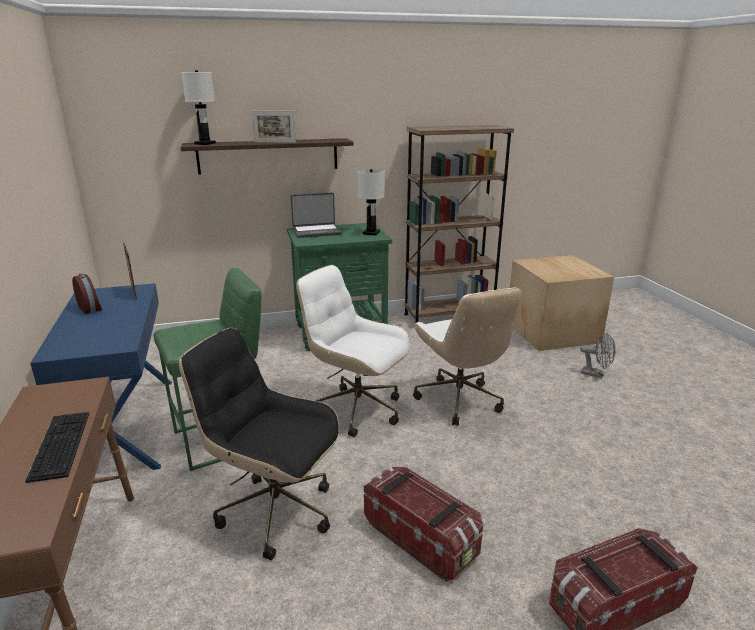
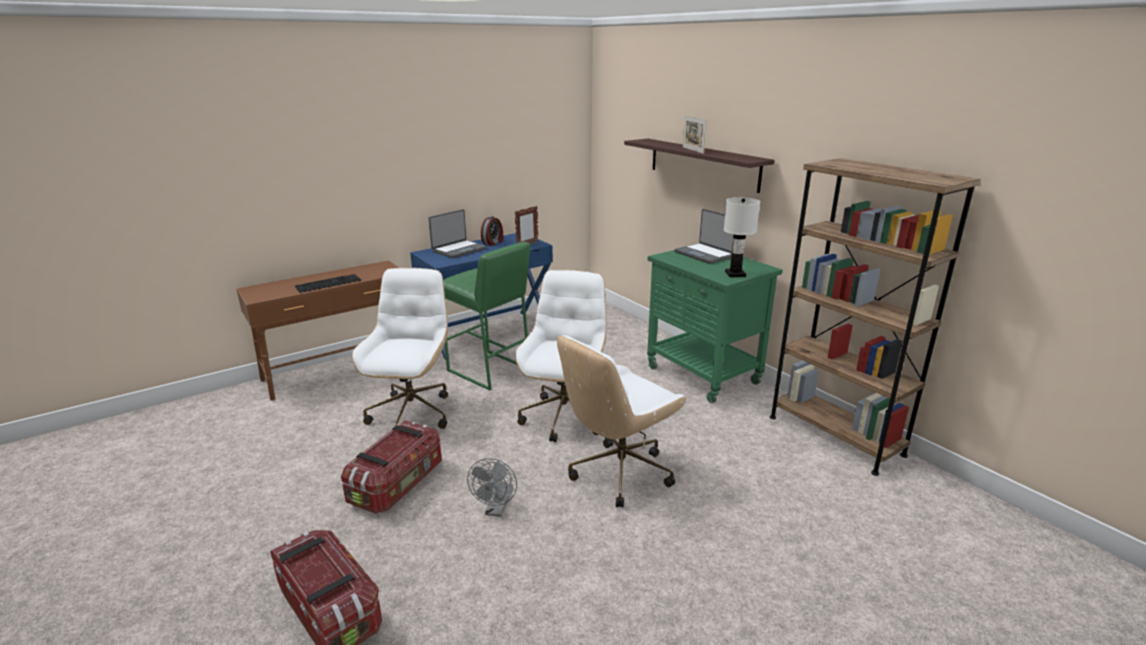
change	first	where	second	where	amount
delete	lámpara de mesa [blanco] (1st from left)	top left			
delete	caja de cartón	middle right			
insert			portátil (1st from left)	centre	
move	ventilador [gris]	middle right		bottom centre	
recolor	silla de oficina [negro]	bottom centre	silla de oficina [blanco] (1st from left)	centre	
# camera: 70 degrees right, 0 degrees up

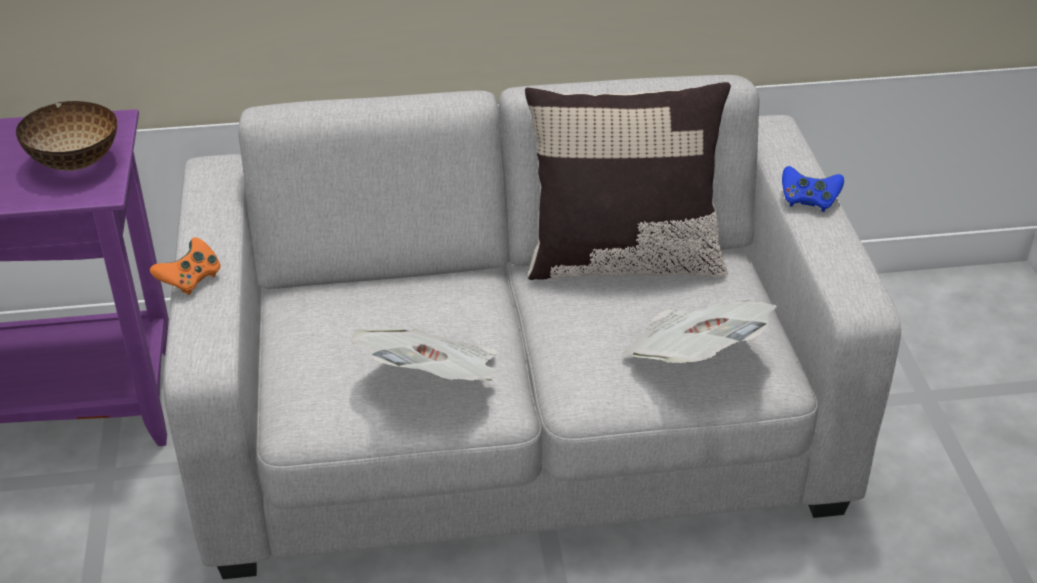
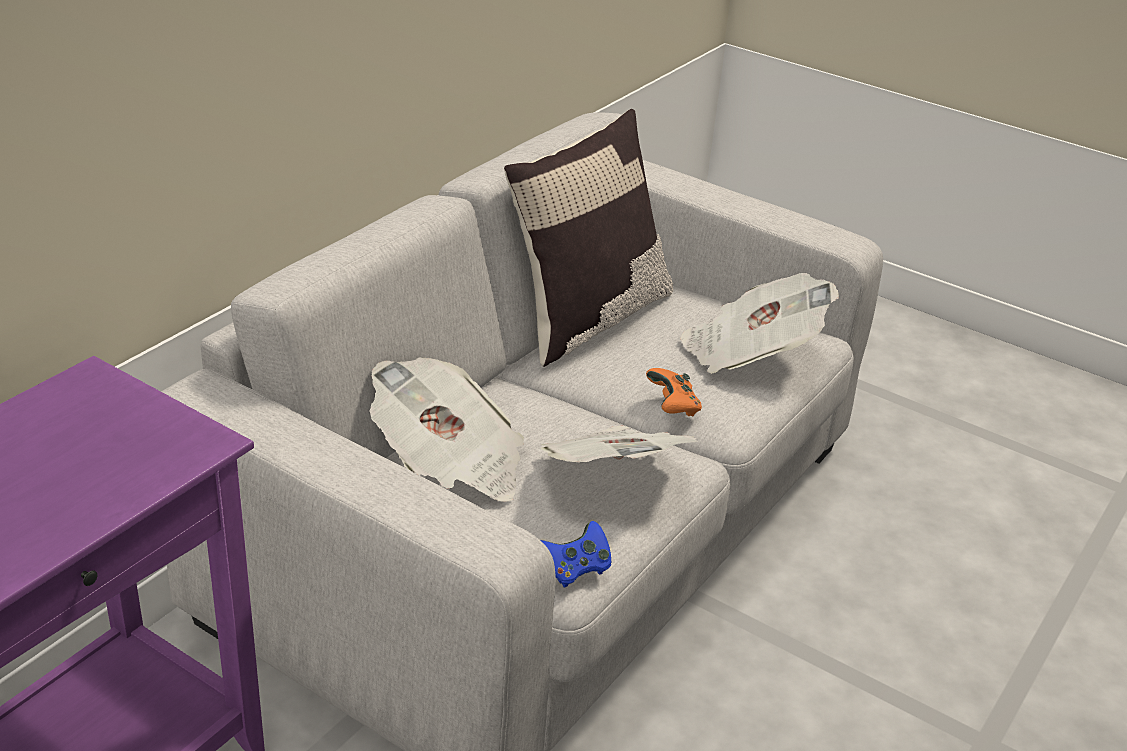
change	first	where	second	where	amount
delete	cuenco	top left			
insert			periódico (1st from left)	centre	
move	mando de consola [naranja]	middle left		centre	
move	mando de consola [azul]	top right		bottom centre	
# camera: 50 degrees left, 5 degrees down

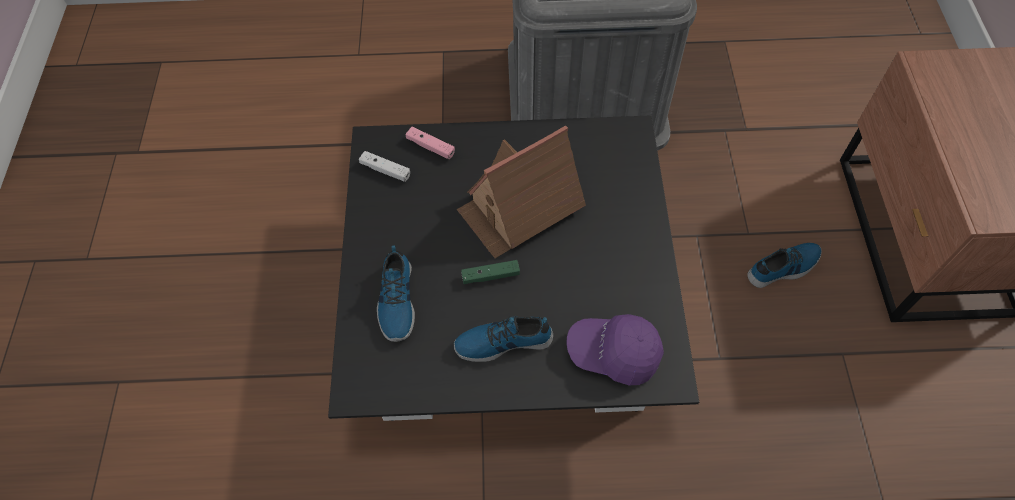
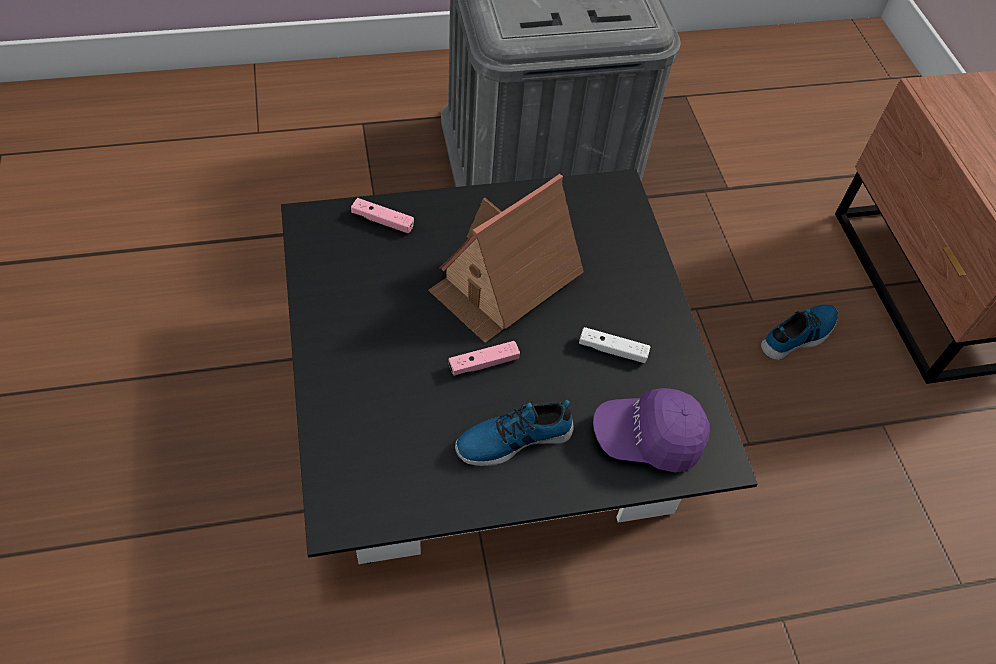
change	first	where	second	where	amount
delete	zapato (1st from left)	centre			
move	mando de consola [blanco]	top centre		centre	
recolor	mando de consola [verde]	centre	mando de consola [rosa] (2nd from left)	centre	
# camera: 15 degrees left, 5 degrees down

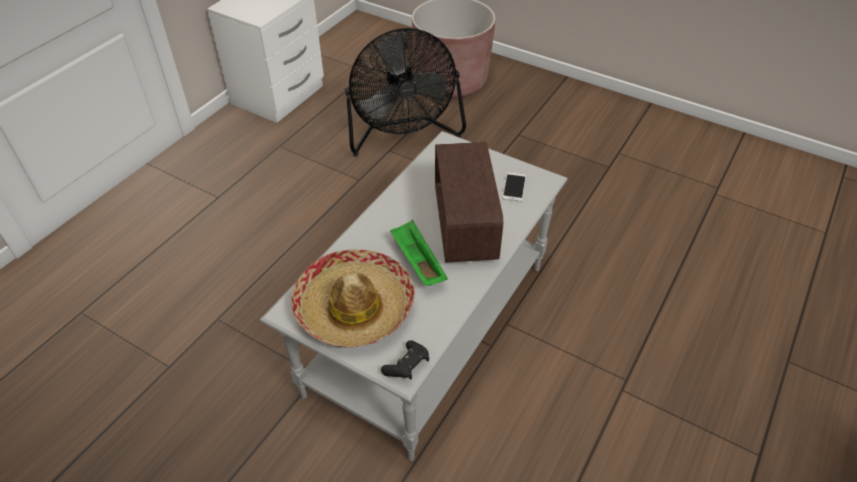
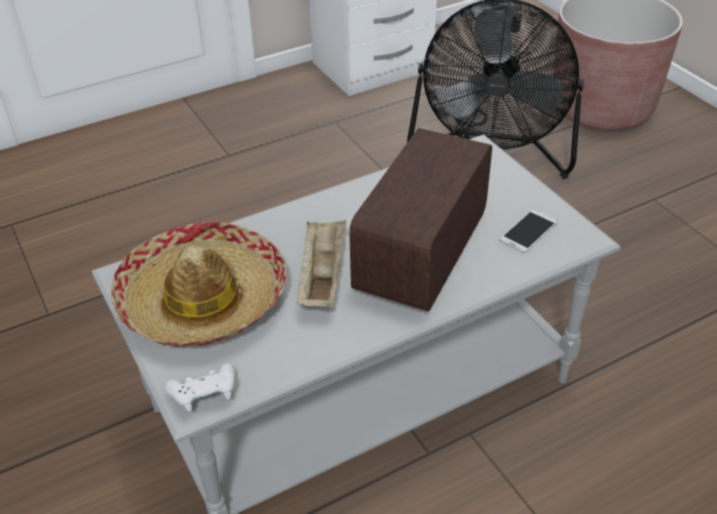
change	first	where	second	where	amount
recolor	mando de consola [negro]	bottom centre	mando de consola [blanco]	bottom left	
recolor	bandeja [verde]	centre	bandeja [beis]	centre	
# camera: 30 degrees right, 5 degrees down

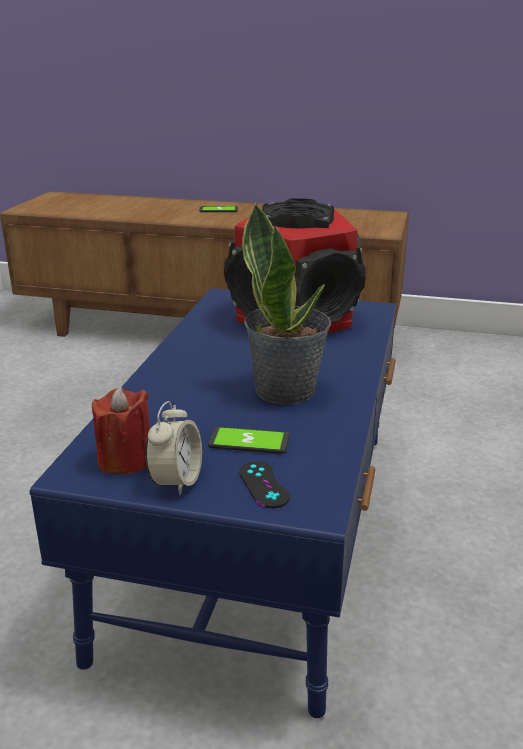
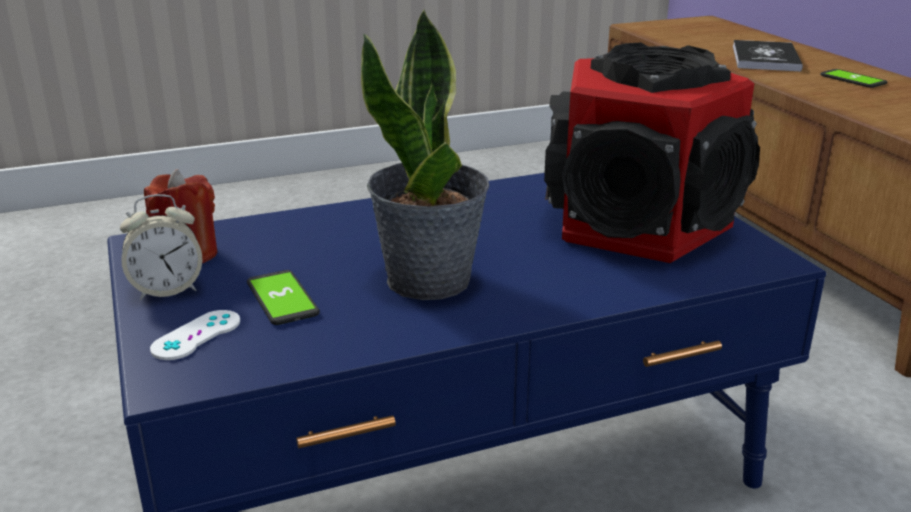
change	first	where	second	where	amount
insert			libro	top right	
recolor	mando de consola [negro]	centre	mando de consola [blanco]	middle left	
# camera: 55 degrees right, 0 degrees up

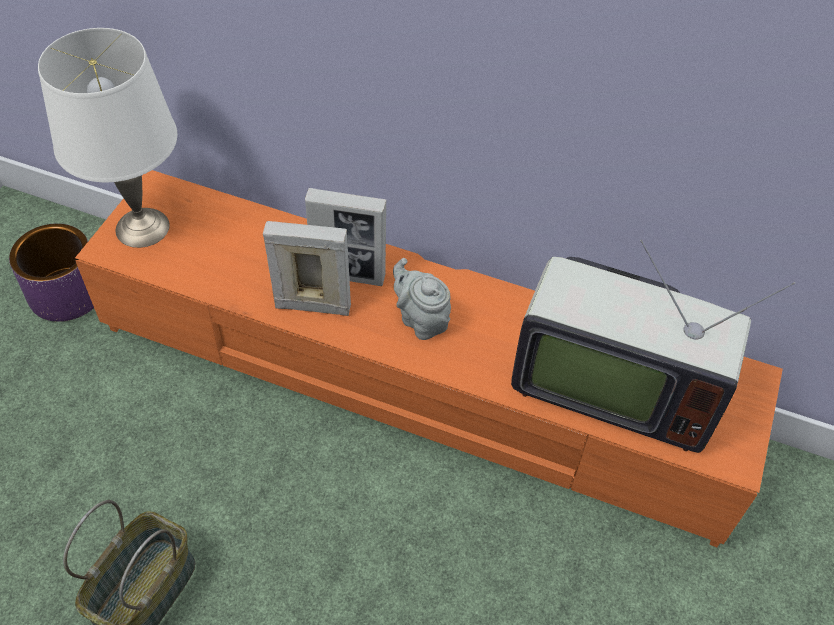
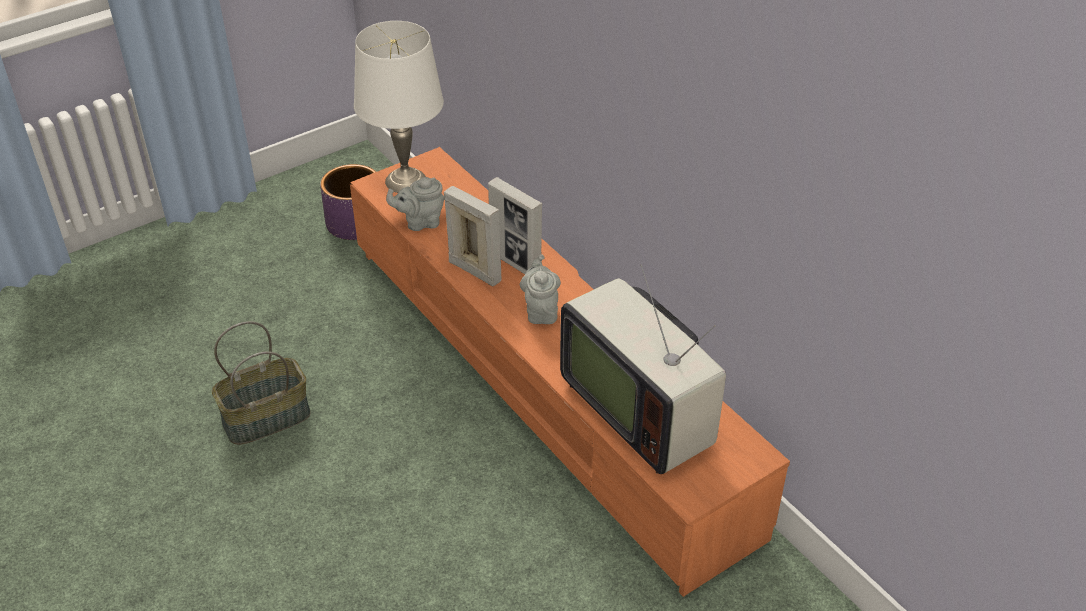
change	first	where	second	where	amount
insert			tetera [gris] (1st from left)	centre	
# camera: 35 degrees right, 10 degrees down

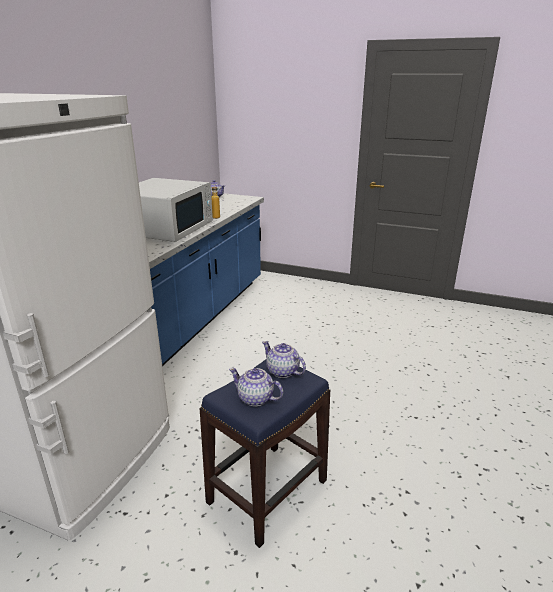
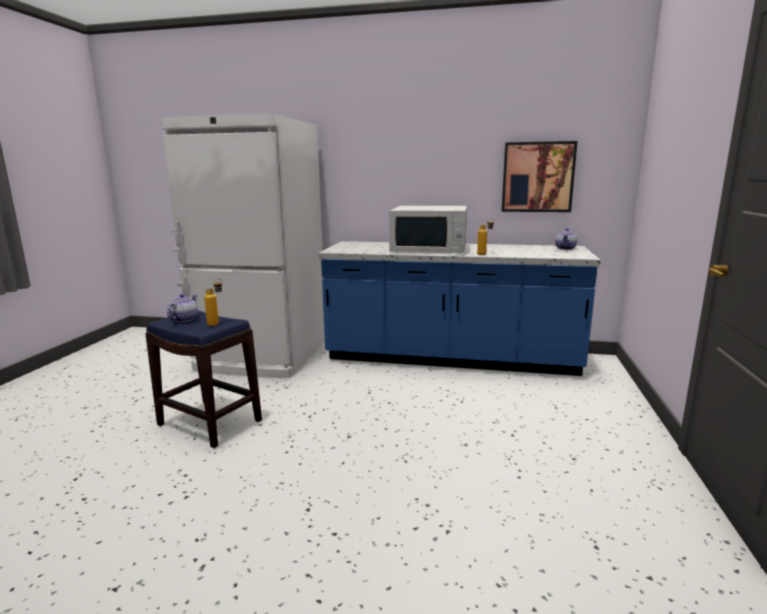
change	first	where	second	where	amount
insert			cuadro	top right	
replace	tetera (3rd from left)	centre	botella (1st from left)	middle left	
# camera: 80 degrees right, 10 degrees down

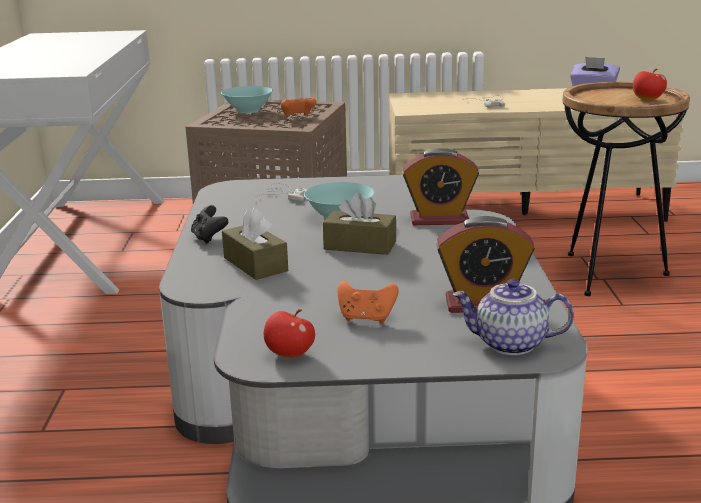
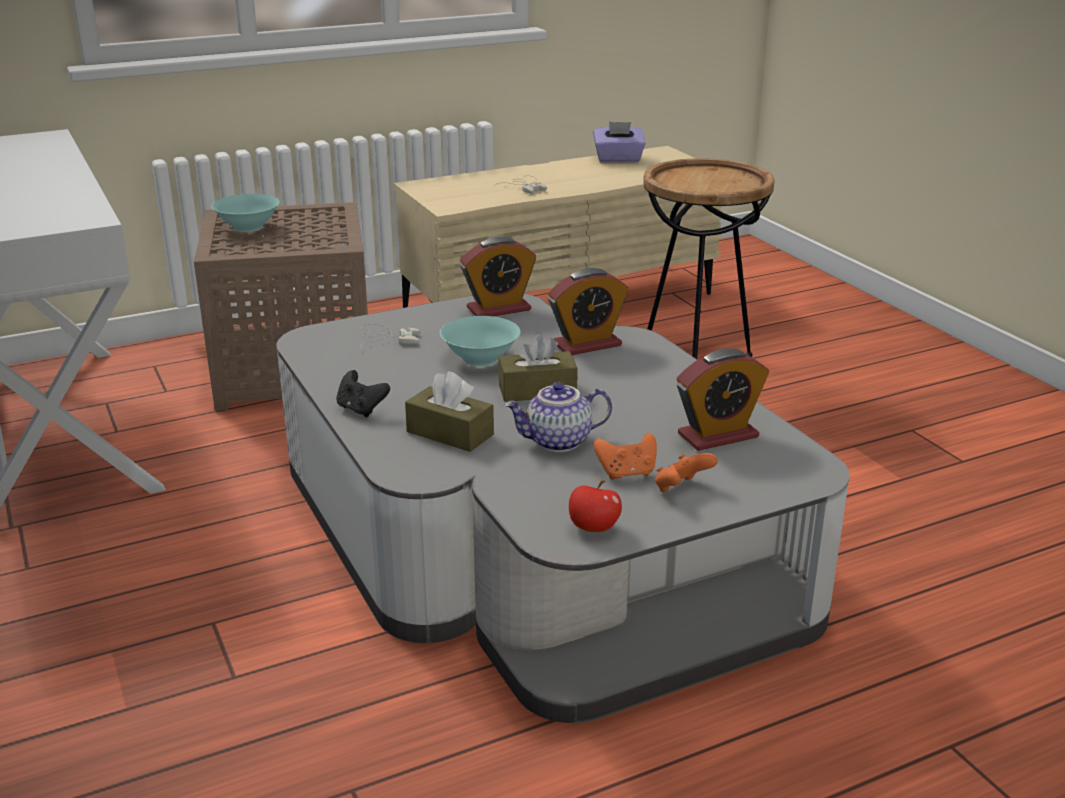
change	first	where	second	where	amount
delete	manzana (2nd from left)	top right			
insert			despertador (1st from left)	centre	
move	mando de consola [naranja] (1st from left in the first image)	top centre	mando de consola [naranja] (2nd from left)	centre	
move	tetera	middle right		centre	
# camera: 25 degrees left, 5 degrees up

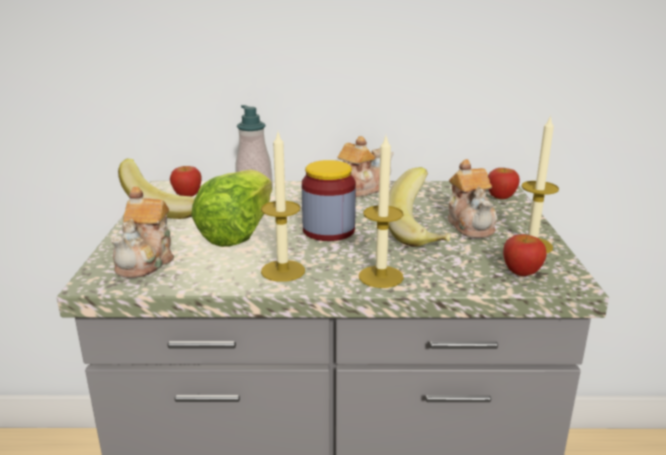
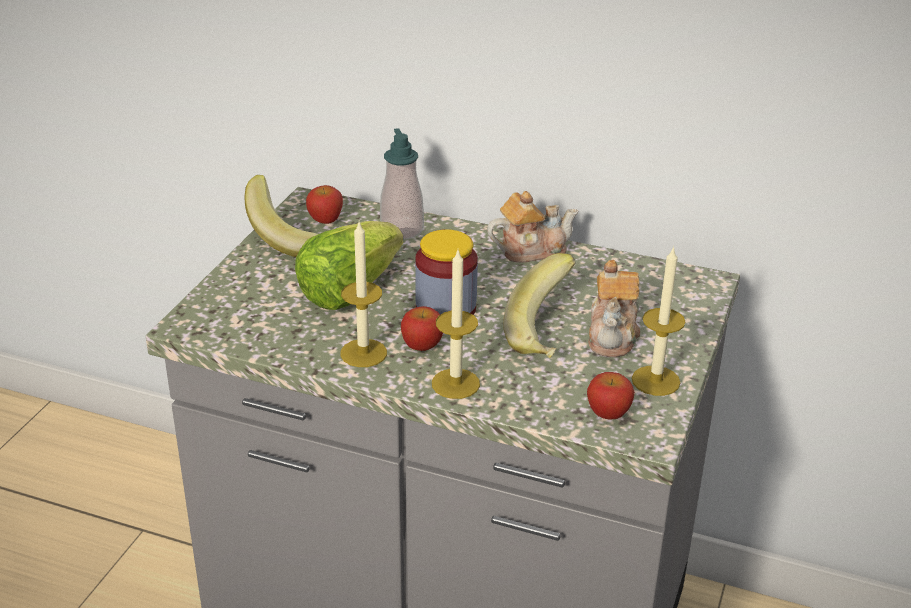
change	first	where	second	where	amount
delete	tetera (1st from left)	middle left			
move	manzana (2nd from left)	middle right		centre	
# camera: 20 degrees right, 10 degrees up

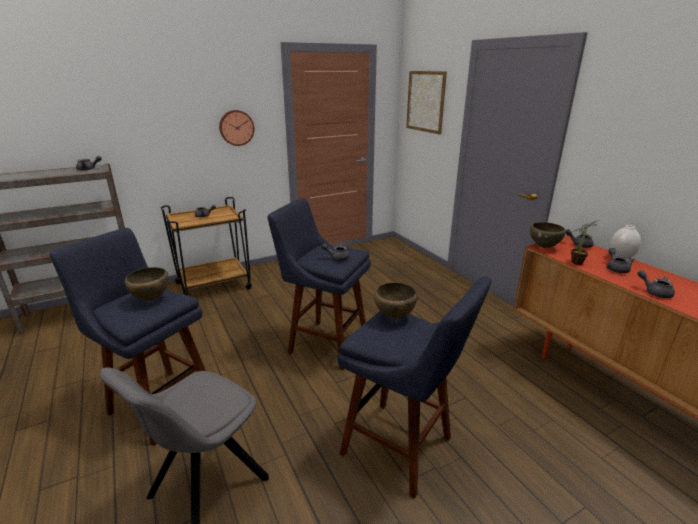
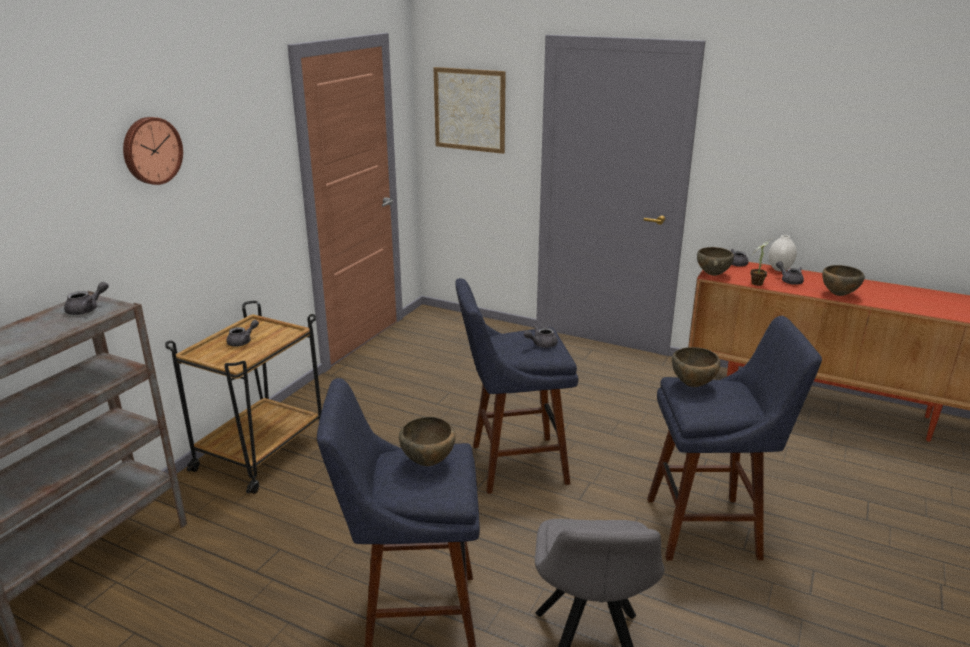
change	first	where	second	where	amount
move	reloj de pared	top centre		top left	
replace	tetera [gris] (6th from left)	middle right	cuenco [marrón] (4th from left)	middle right	
# camera: 35 degrees left, 0 degrees up

